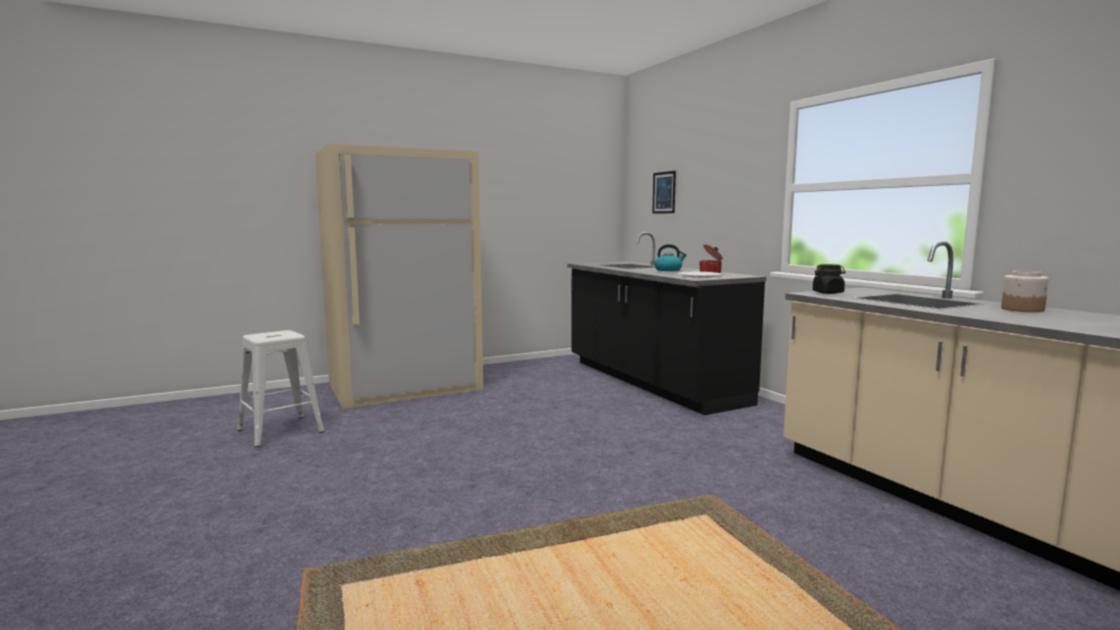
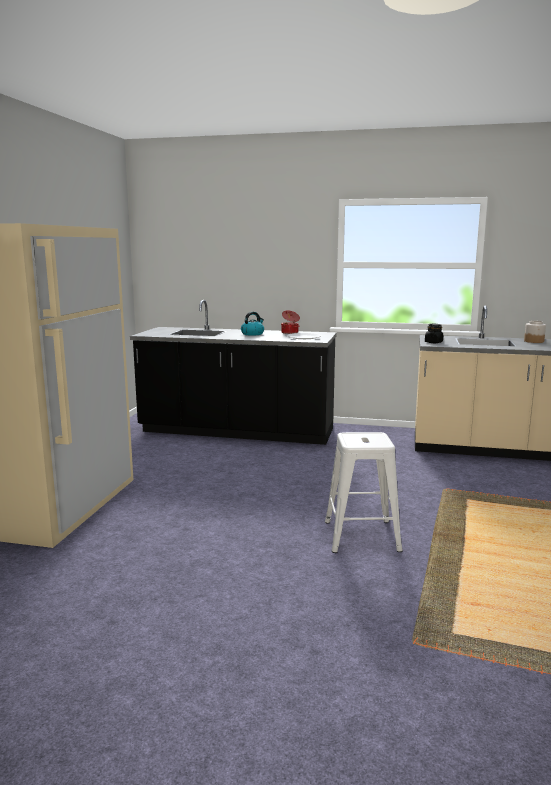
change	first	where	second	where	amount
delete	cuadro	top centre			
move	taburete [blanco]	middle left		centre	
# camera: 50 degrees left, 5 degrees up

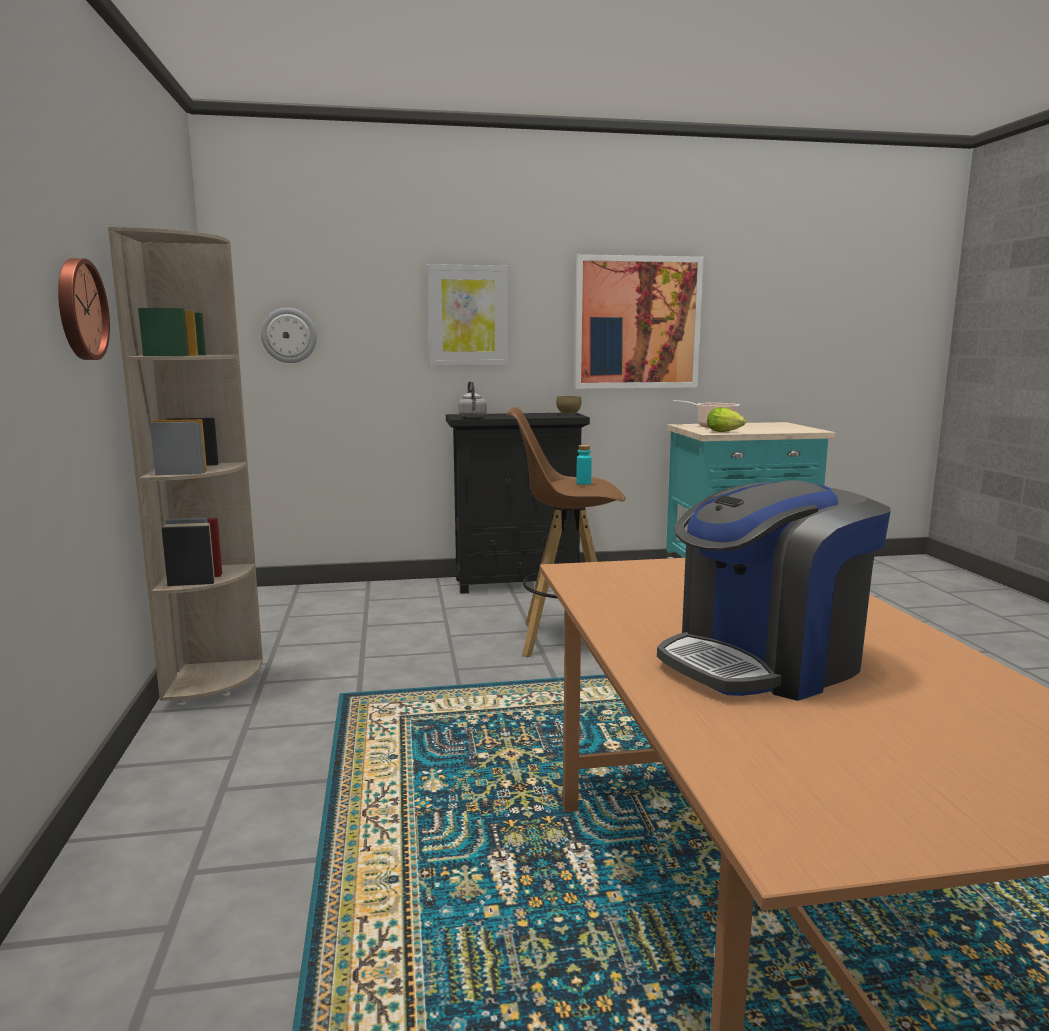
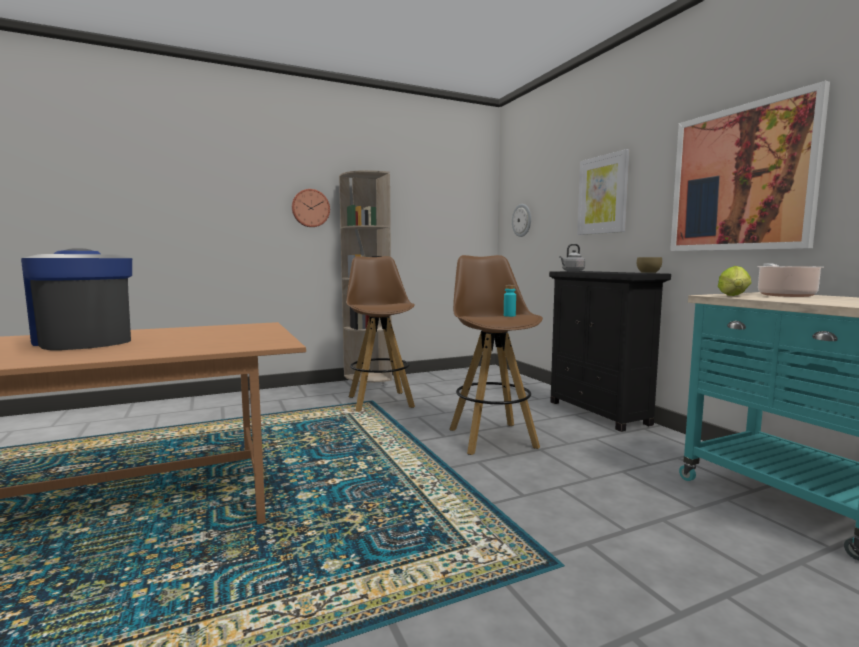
change	first	where	second	where	amount
insert			taburete [marrón] (1st from left)	centre	
# camera: 75 degrees right, 5 degrees down

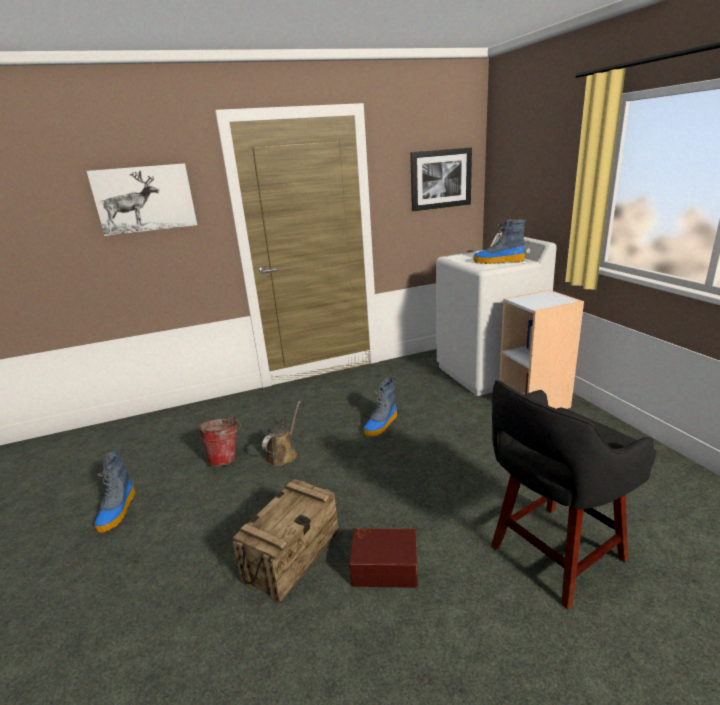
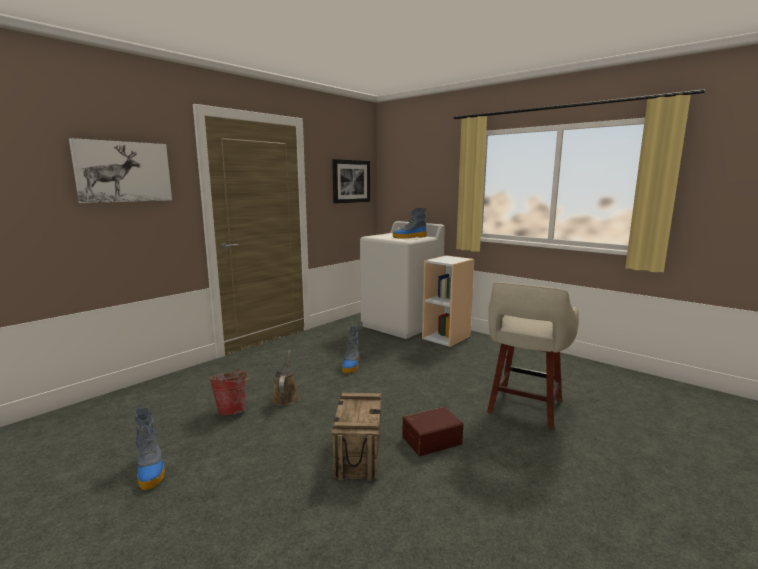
change	first	where	second	where	amount
recolor	taburete [negro]	bottom right	taburete [beis]	middle right	
# camera: 30 degrees left, 10 degrees down

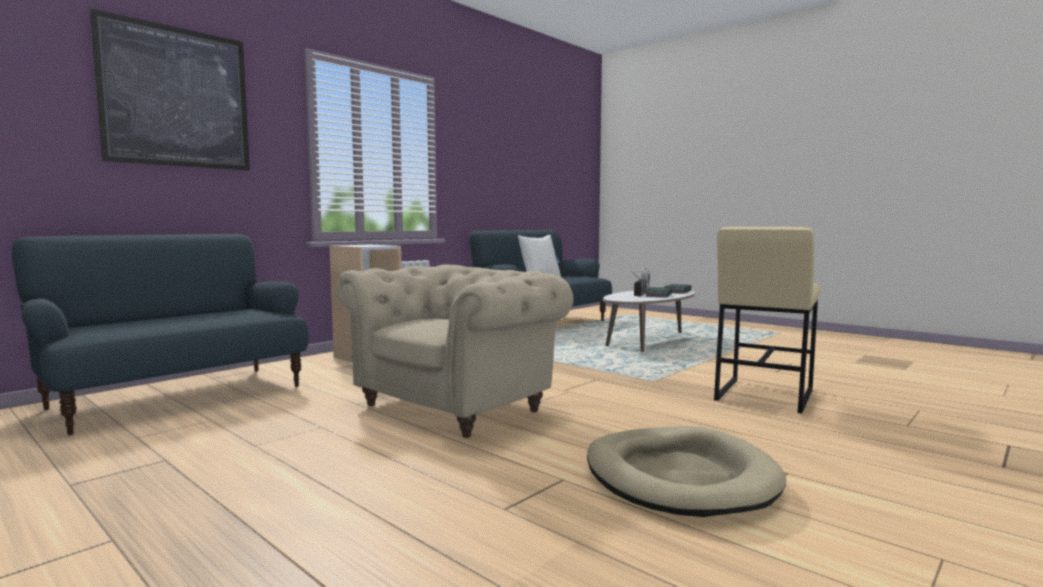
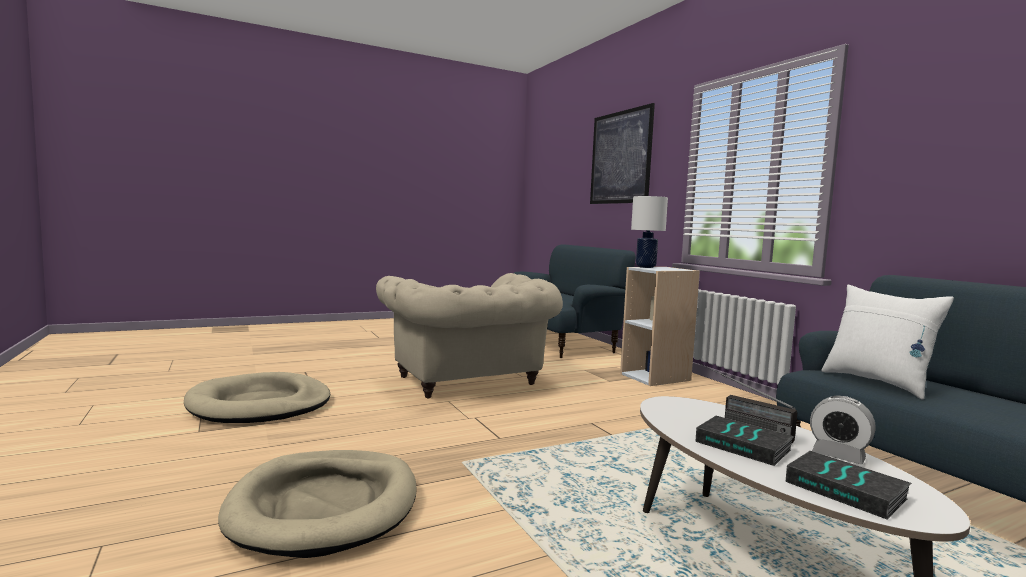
change	first	where	second	where	amount
insert			lámpara de mesa [blanco]	centre	
replace	taburete [beis]	middle right	cama para perro [beis] (2nd from left)	bottom left	
# camera: 110 degrees right, 0 degrees up

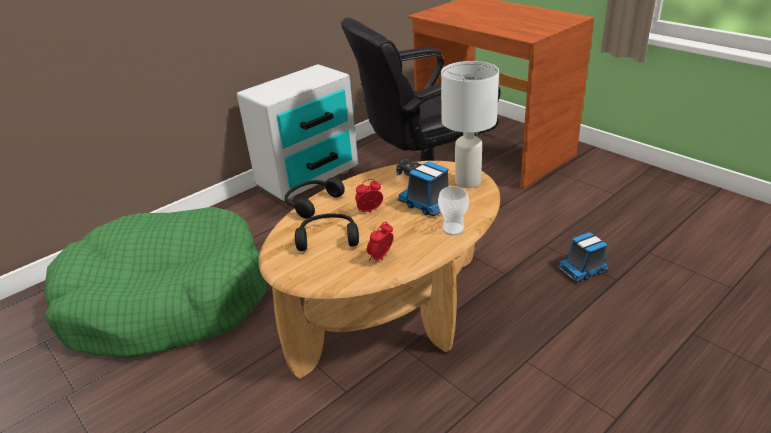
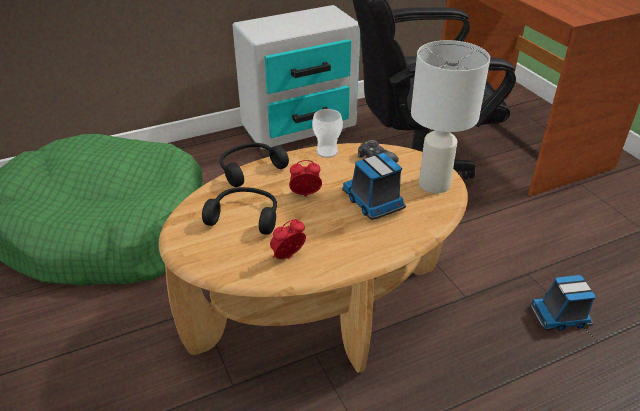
change	first	where	second	where	amount
move	taza	centre		top centre	
# camera: 15 degrees right, 5 degrees up

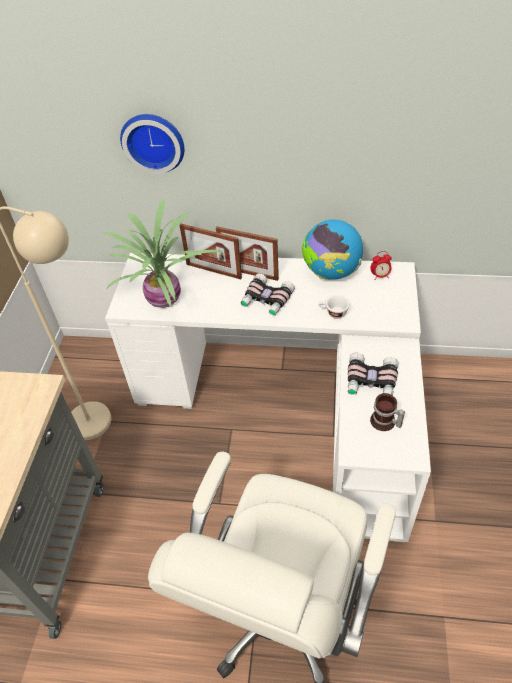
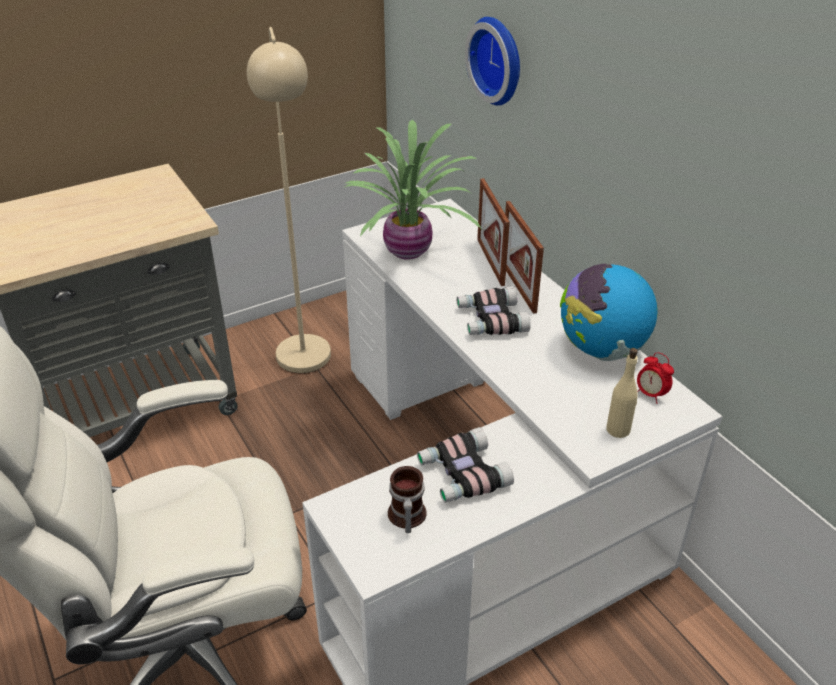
change	first	where	second	where	amount
delete	taza [blanco]	centre			
insert			botella [beis]	middle right	
# camera: 50 degrees right, 10 degrees down

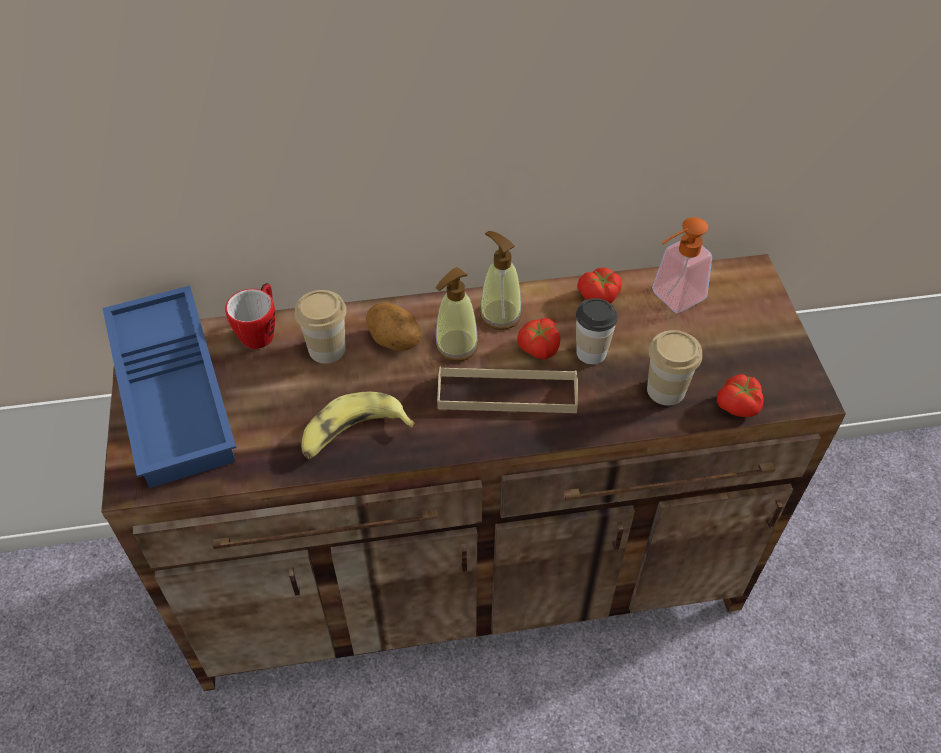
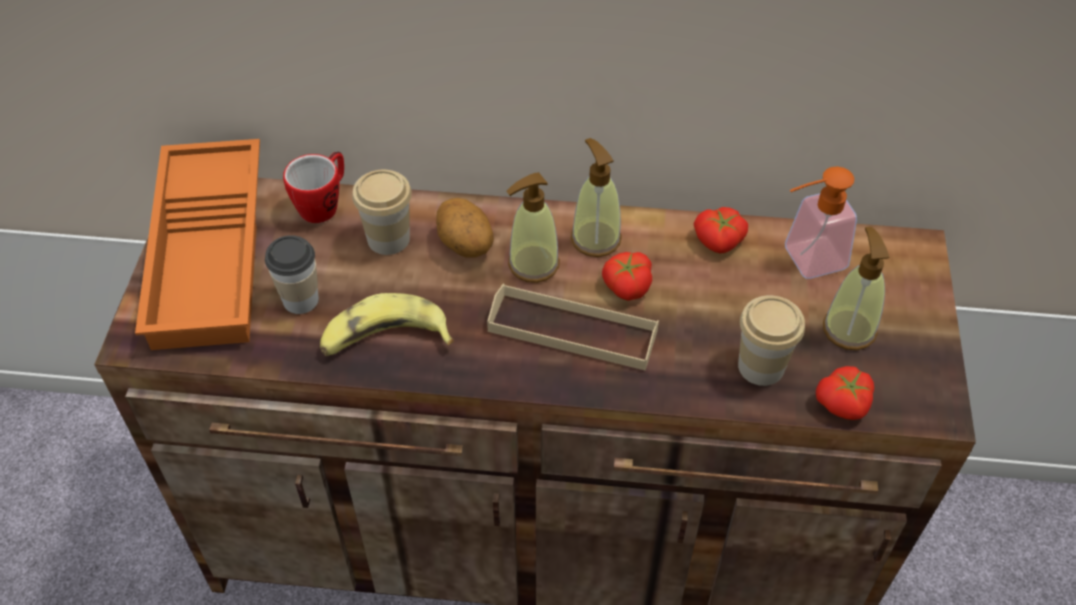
change	first	where	second	where	amount
insert			dispensador de jabón (4th from left)	middle right	
move	taza (2nd from left in the first image)	centre	taza (1st from left)	middle left	
recolor	bandeja [azul]	middle left	bandeja [naranja]	middle left	
# camera: 15 degrees right, 0 degrees up

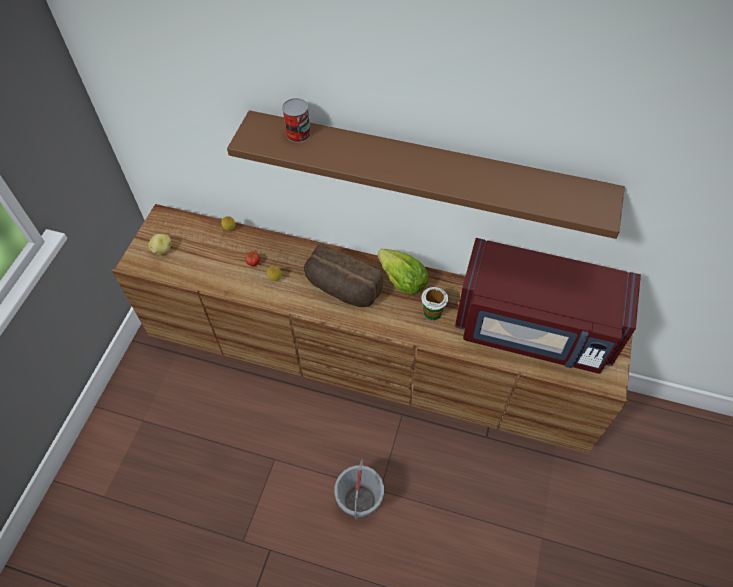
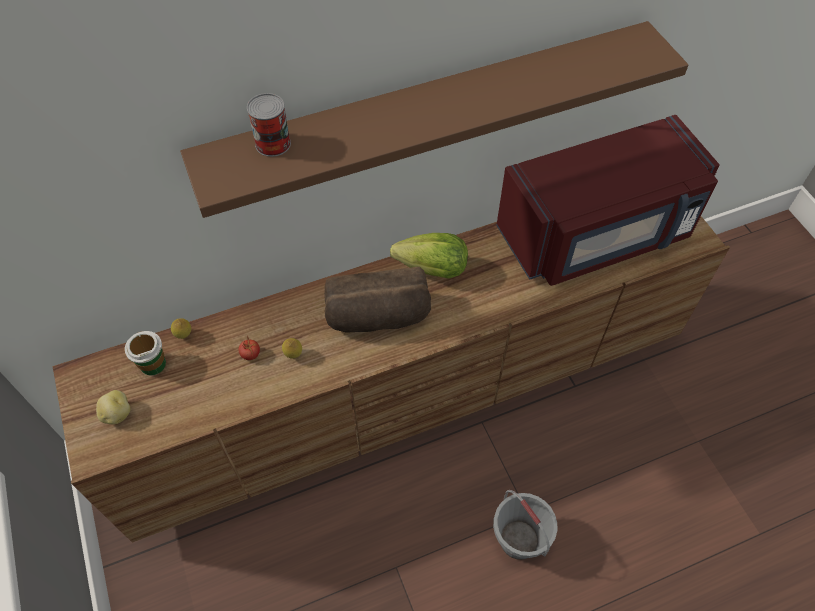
change	first	where	second	where	amount
move	taza	centre		middle left	
# camera: 40 degrees left, 0 degrees up

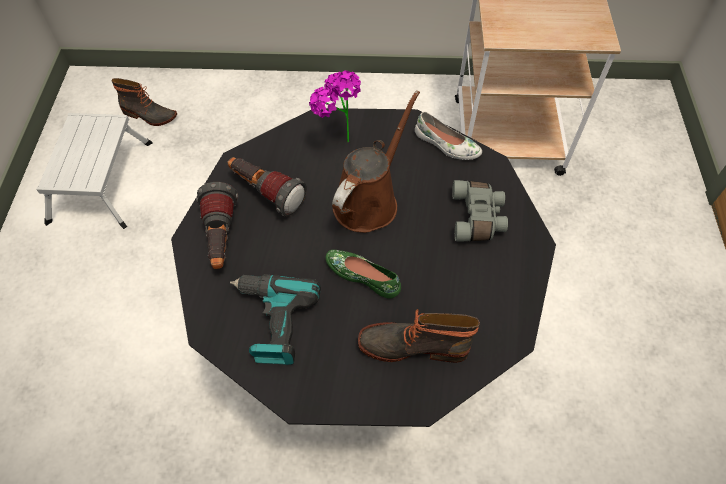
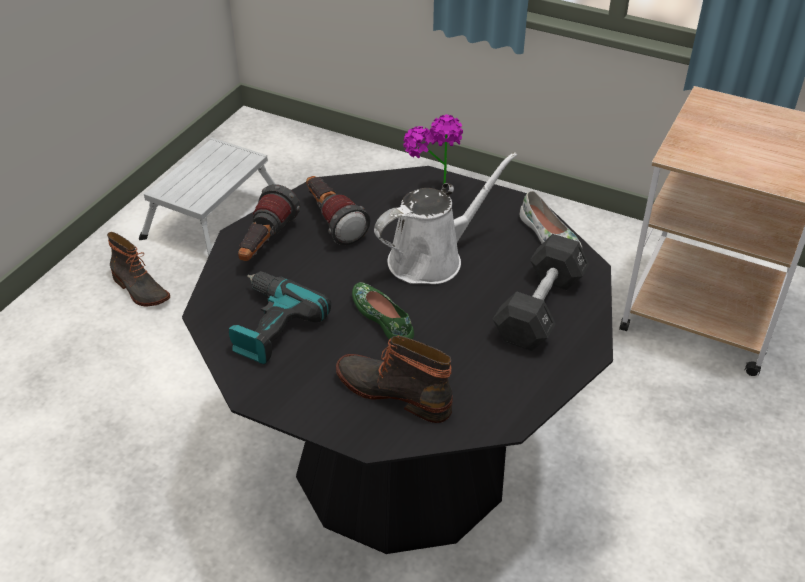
change	first	where	second	where	amount
move	bota (1st from left)	top left		middle left	
replace	prismáticos [gris]	centre	mancuerna [negro]	middle right	
recolor	regadera [marrón]	top centre	regadera [blanco]	centre	
# camera: 25 degrees right, 15 degrees down

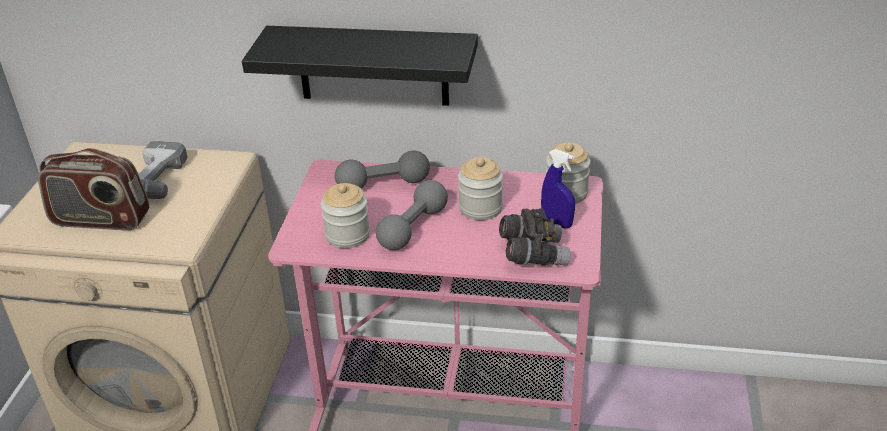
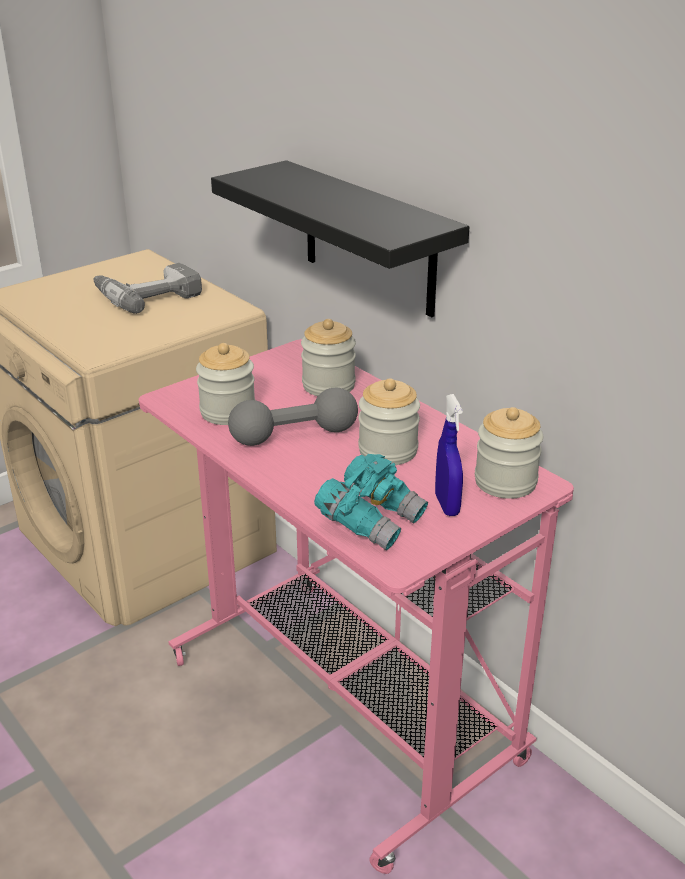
change	first	where	second	where	amount
delete	radio	middle left			
replace	mancuerna [gris] (1st from left)	centre	tarro (2nd from left)	centre	
recolor	prismáticos [gris]	centre	prismáticos [turquesa]	centre	
# camera: 40 degrees right, 5 degrees down

